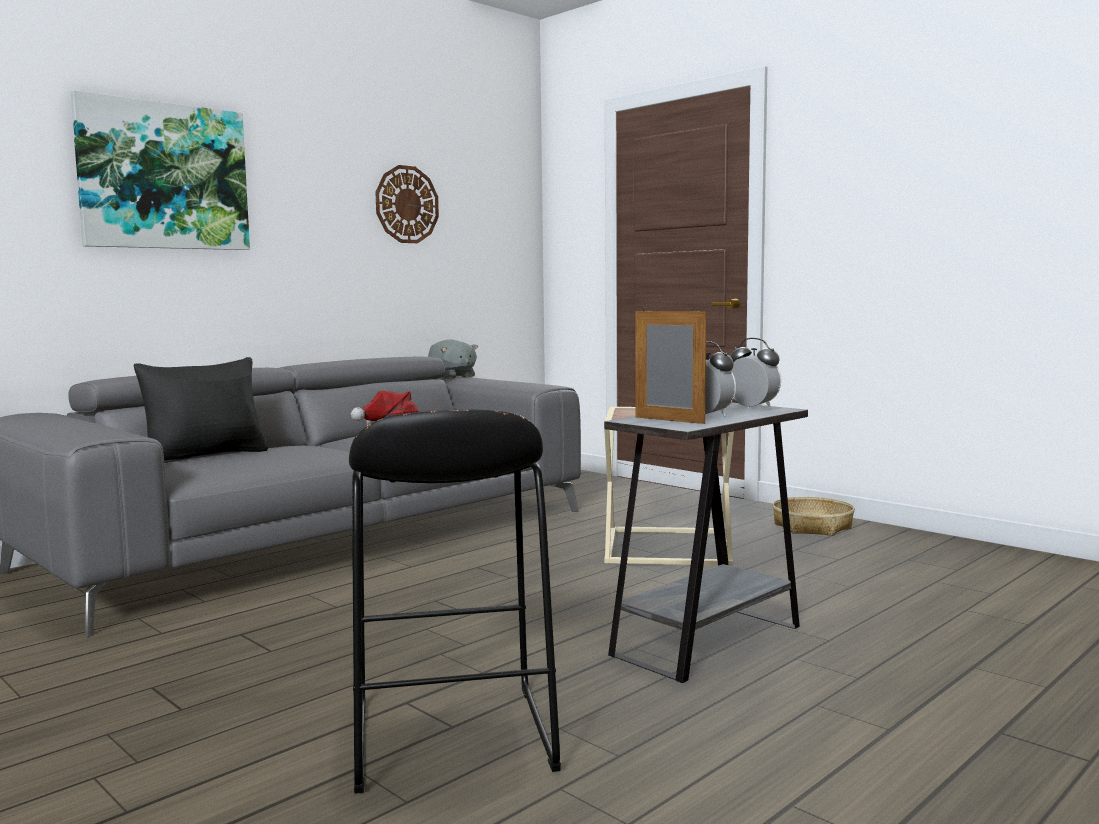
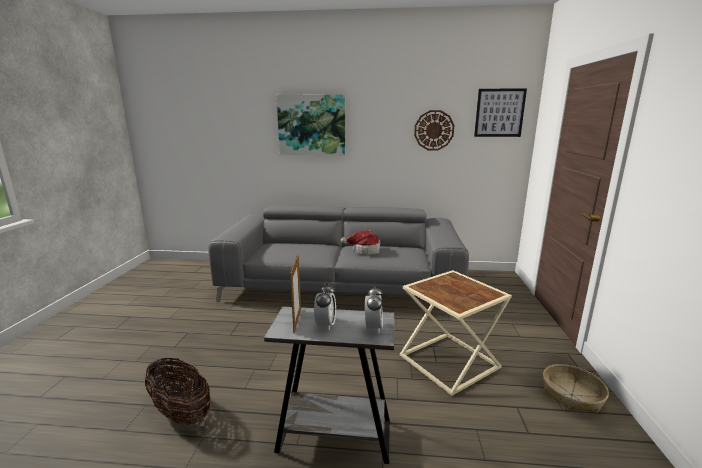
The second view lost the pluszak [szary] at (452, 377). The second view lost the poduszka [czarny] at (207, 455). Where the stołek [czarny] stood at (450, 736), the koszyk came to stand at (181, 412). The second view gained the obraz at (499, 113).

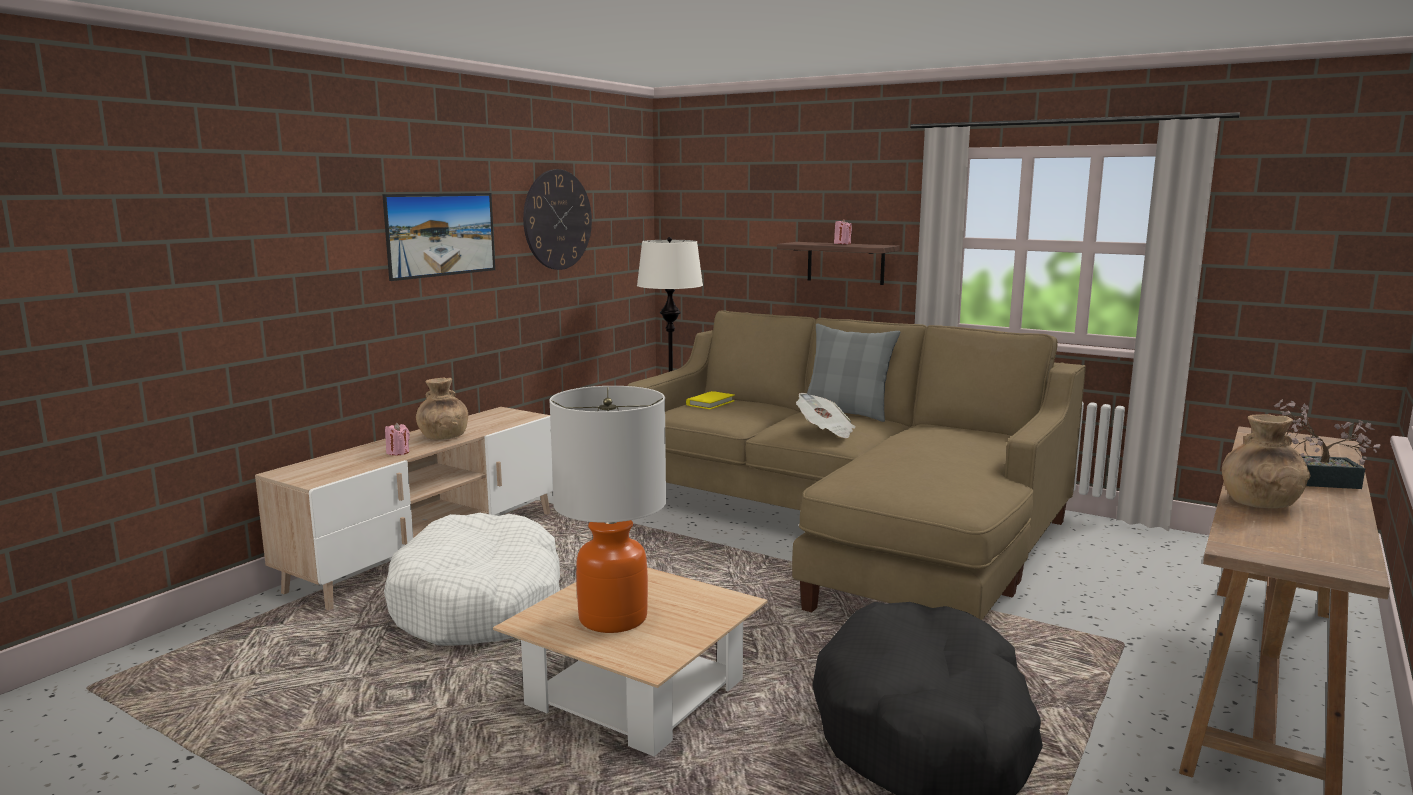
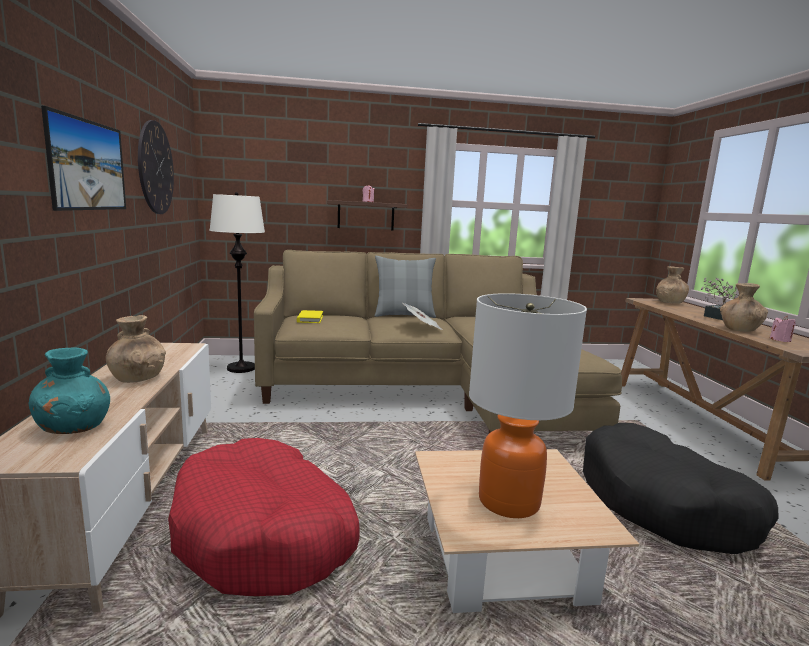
The świeca [różowy] ended up elsewhere, having gone from (398, 452) to (780, 340). What was the legowisko [biały] at (479, 604) turned into the legowisko [czerwony] at (265, 534). The second view gained the wazon [brązowy] at (669, 302). The second view gained the wazon [turkusowy] at (74, 427).

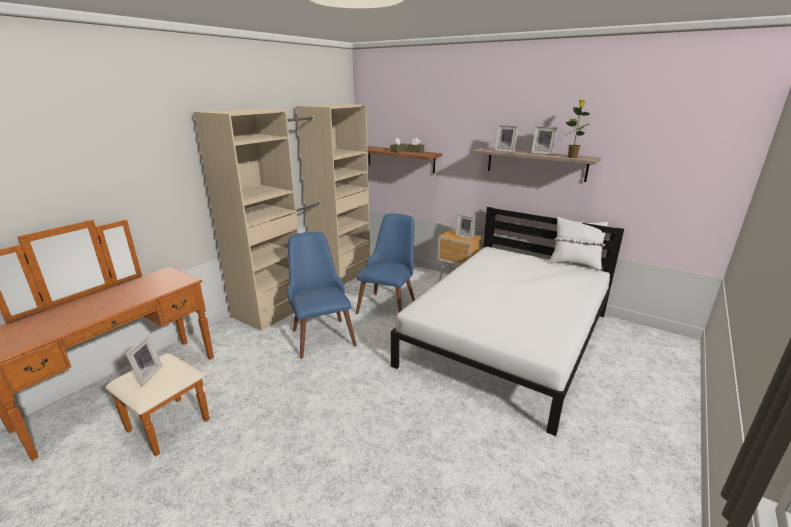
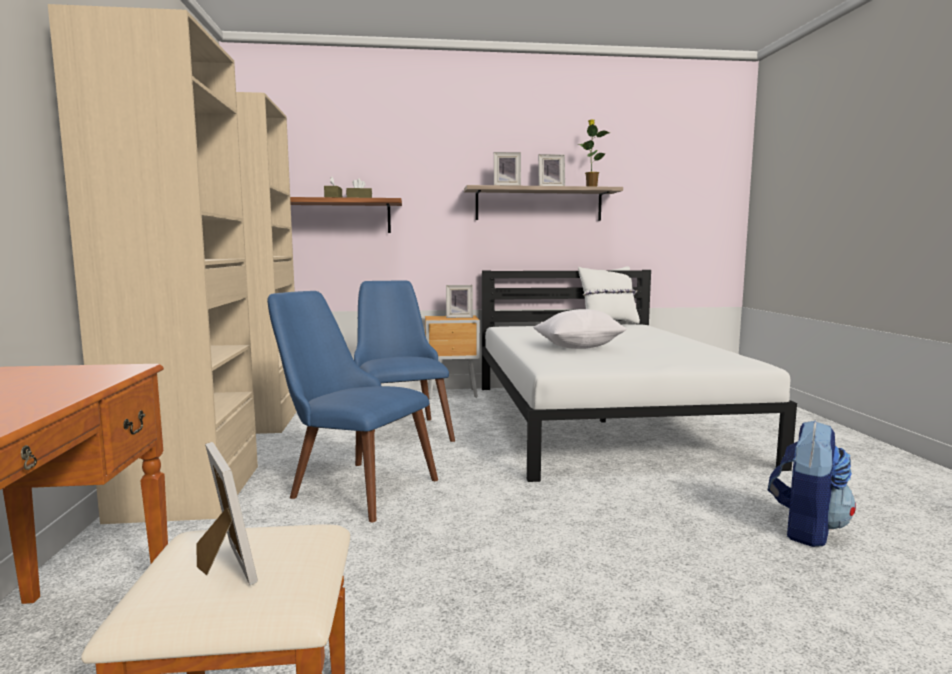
The second view gained the poduszka [biały] at (578, 347). The second view gained the plecak at (806, 529).

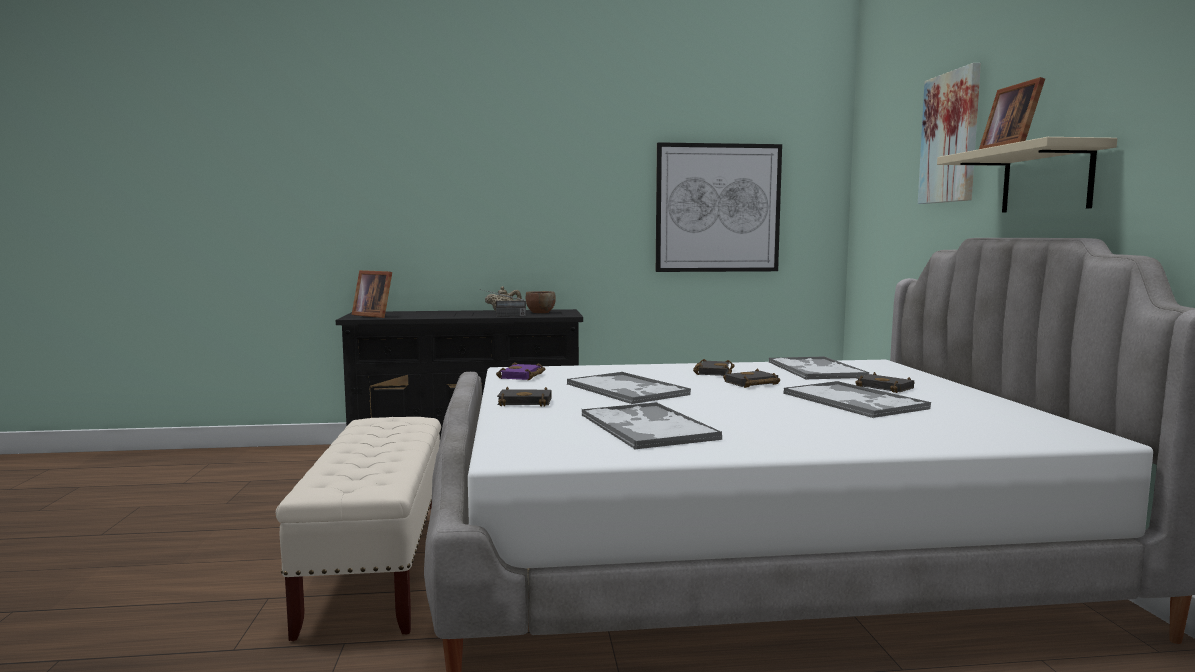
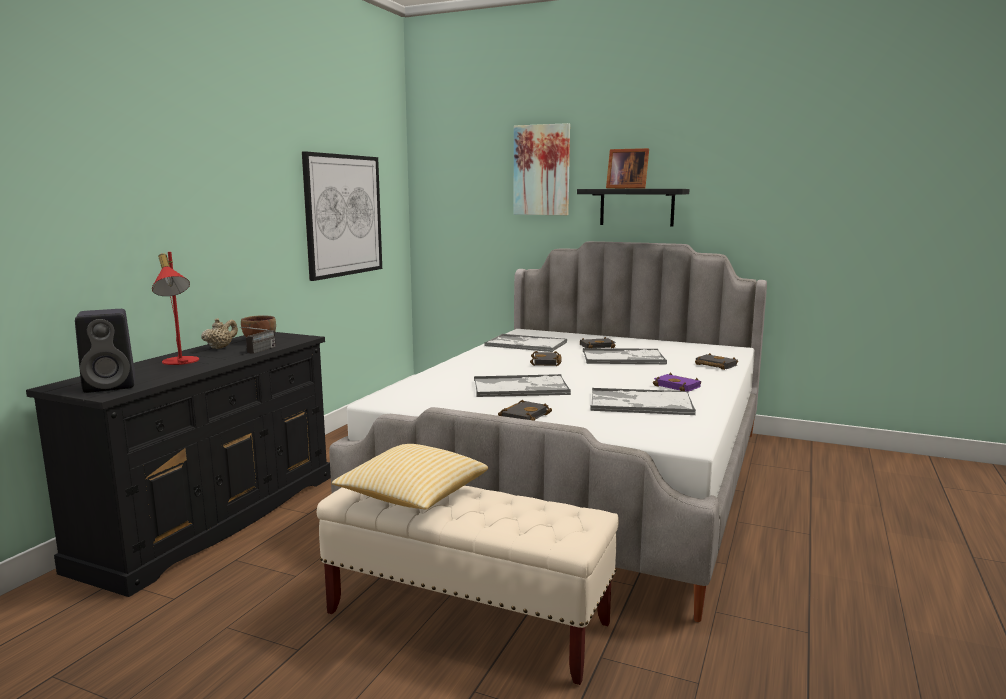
What was the półka [beżowy] at (1046, 179) turned into the półka [czarny] at (636, 207). Where the ramka na zdjęcie stood at (374, 315), the głośnik [czarny] came to stand at (112, 385). The książka [czarny] ended up elsewhere, having gone from (712, 372) to (714, 365). The książka [fioletowy] ended up elsewhere, having gone from (522, 376) to (678, 386). The second view gained the lampa stołowa [czerwony] at (179, 362). The second view gained the poduszka at (412, 497).

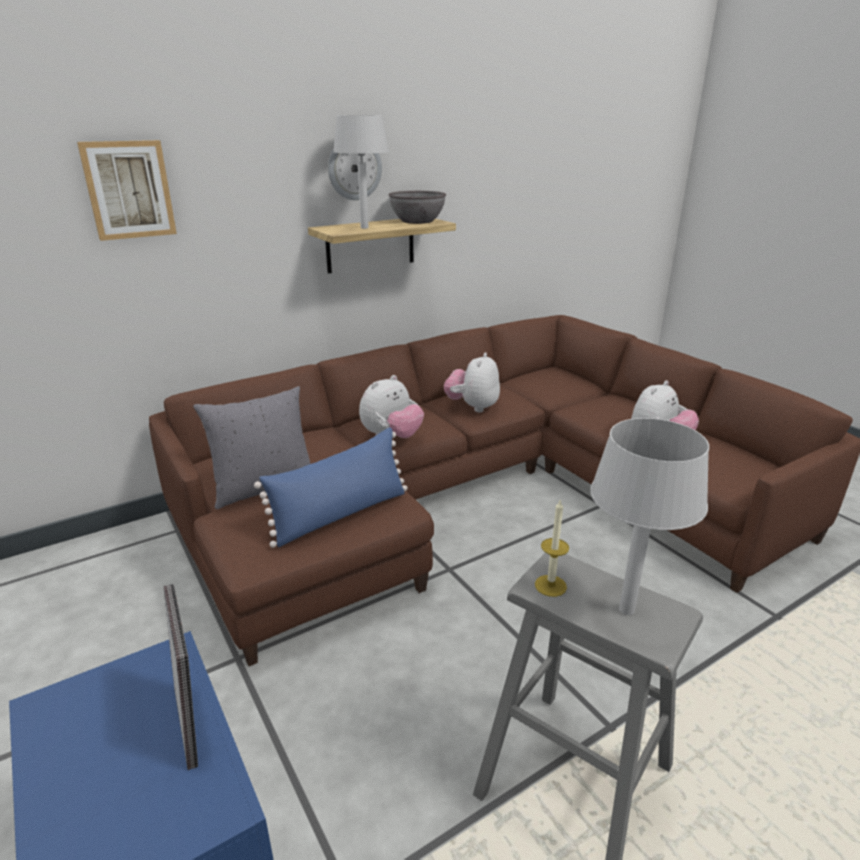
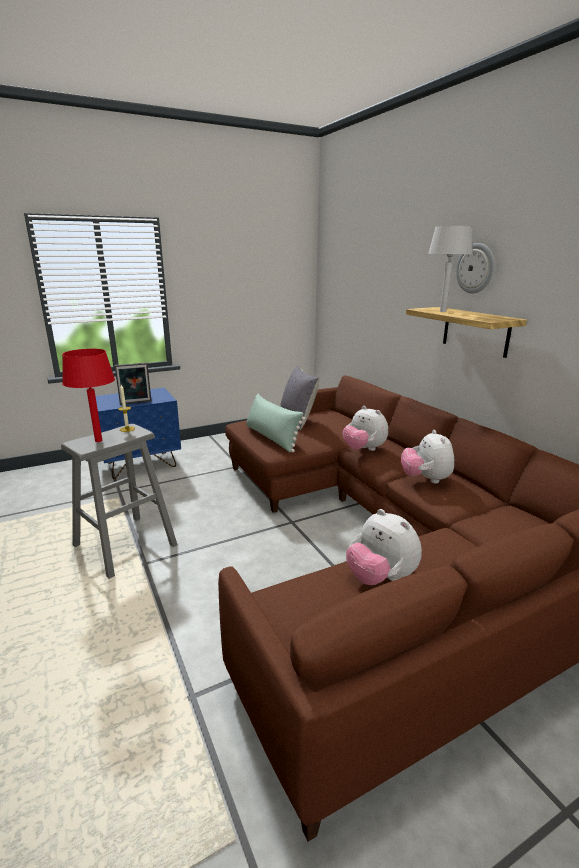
The second view lost the obraz at (129, 190). The second view lost the miska [szary] at (417, 221). The pluszak at (472, 407) ended up facing another way, 120 degrees counterclockwise from before. What was the lampa stołowa [szary] at (626, 609) turned into the lampa stołowa [czerwony] at (99, 440). What was the poduszka [niebieski] at (341, 514) turned into the poduszka [zielony] at (272, 438).

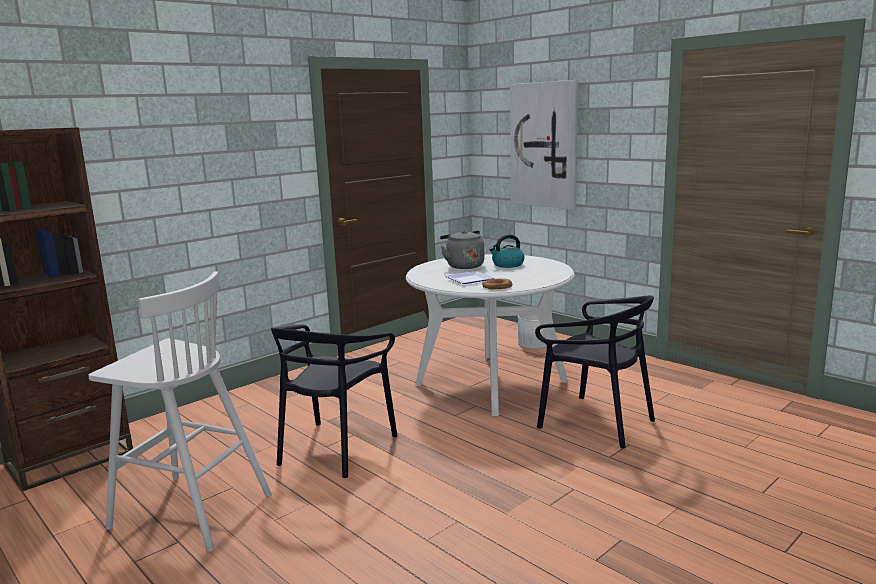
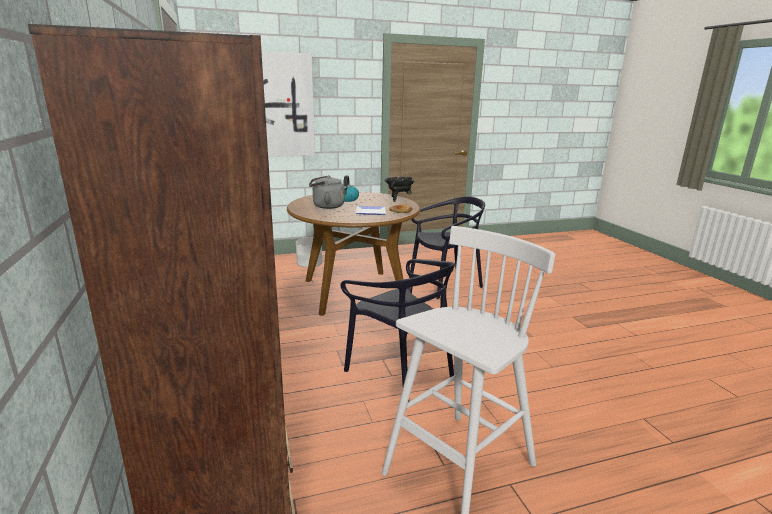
What was the stół jadalny [biały] at (491, 382) turned into the stół jadalny [brązowy] at (354, 292). The second view gained the garnek [czarny] at (398, 199).

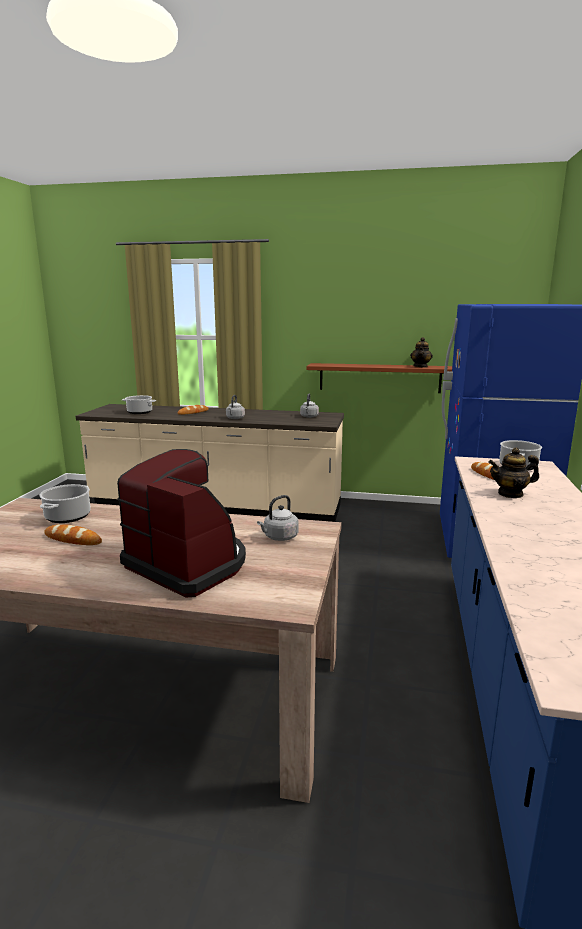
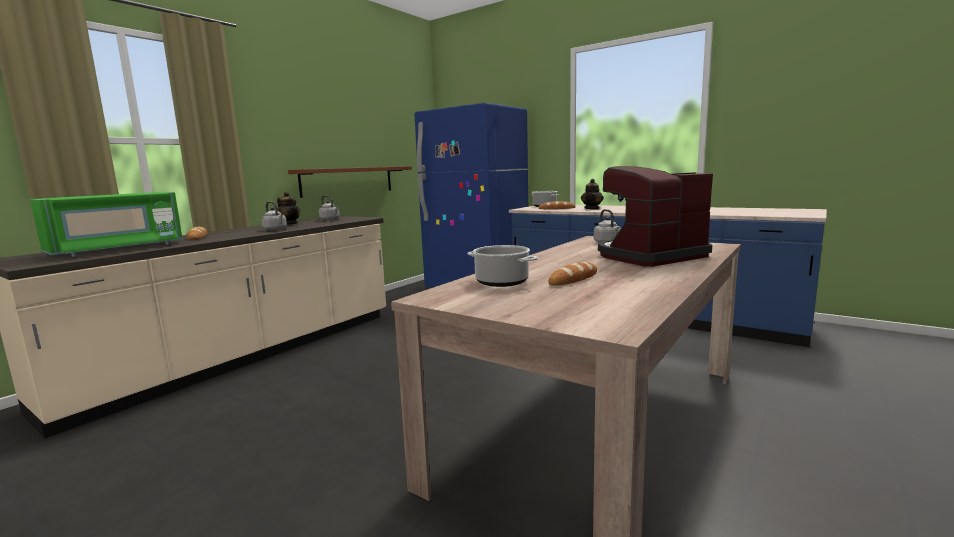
The imbryk ended up elsewhere, having gone from (420, 366) to (289, 224). Where the garnek stood at (140, 412), the mikrofalówka [zielony] came to stand at (117, 249).

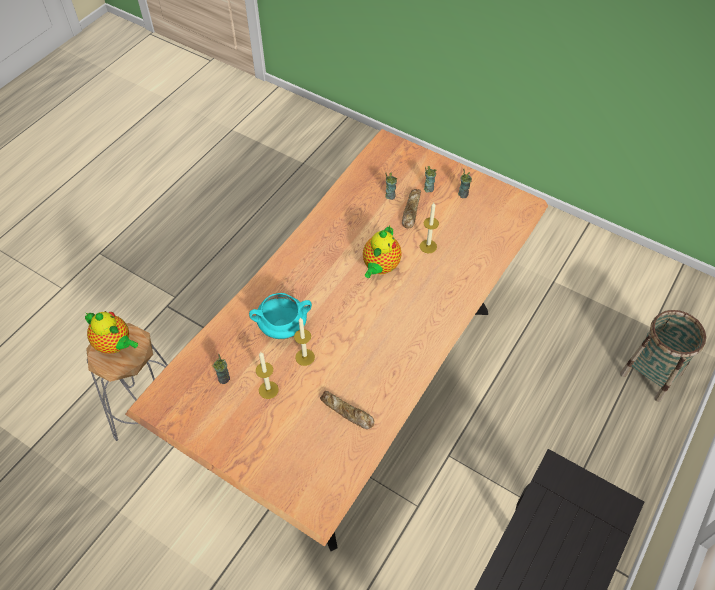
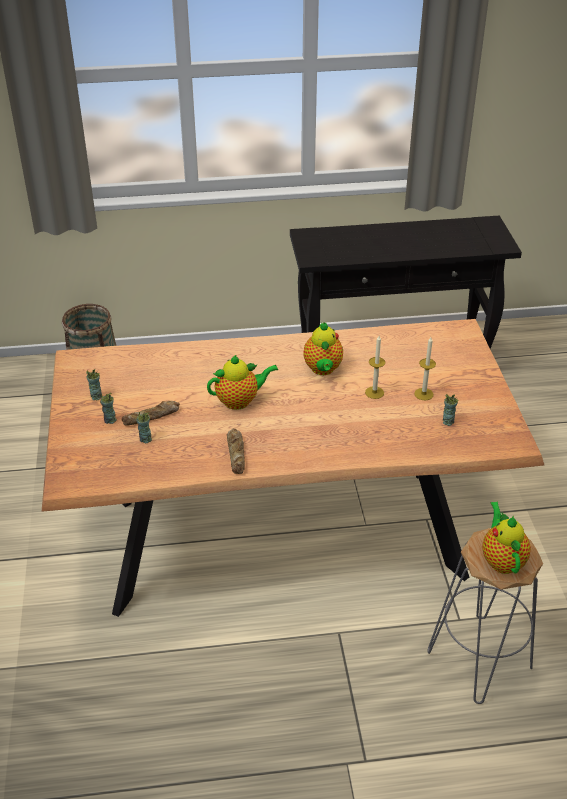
The second view lost the świeca at (428, 246). The second view lost the garnek [turkusowy] at (283, 326). The chleb ended up elsewhere, having gone from (347, 412) to (236, 454). The second view gained the imbryk at (323, 369).

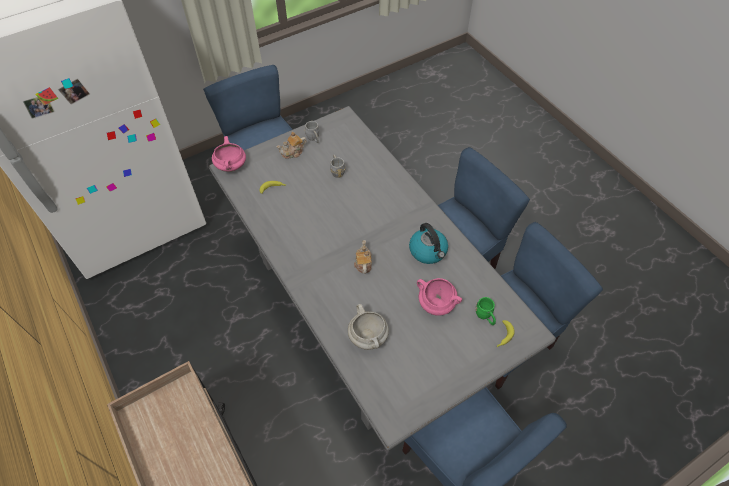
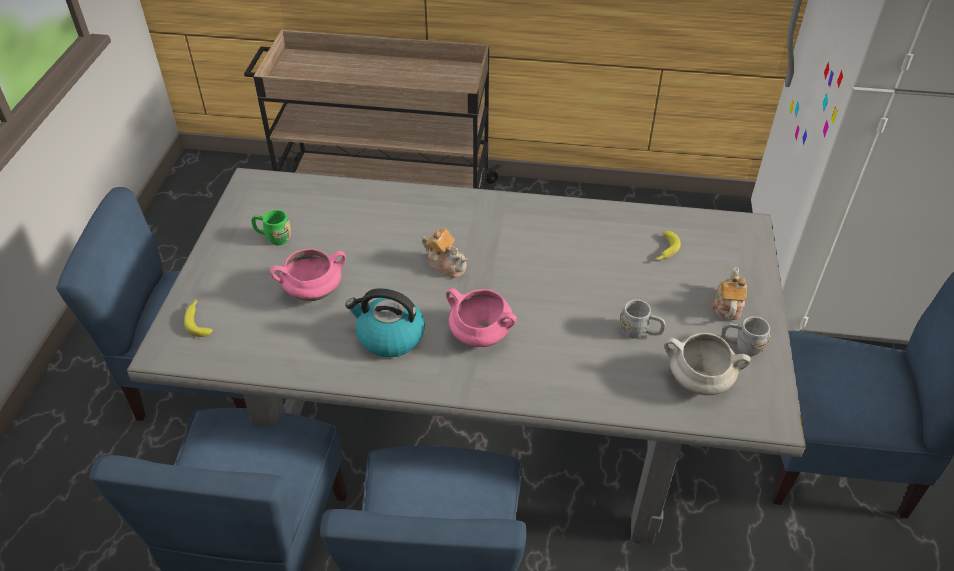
The garnek [różowy] ended up elsewhere, having gone from (231, 166) to (479, 335). The kubek [zielony] ended up elsewhere, having gone from (485, 316) to (273, 237). The garnek [biały] ended up elsewhere, having gone from (368, 337) to (698, 381).

